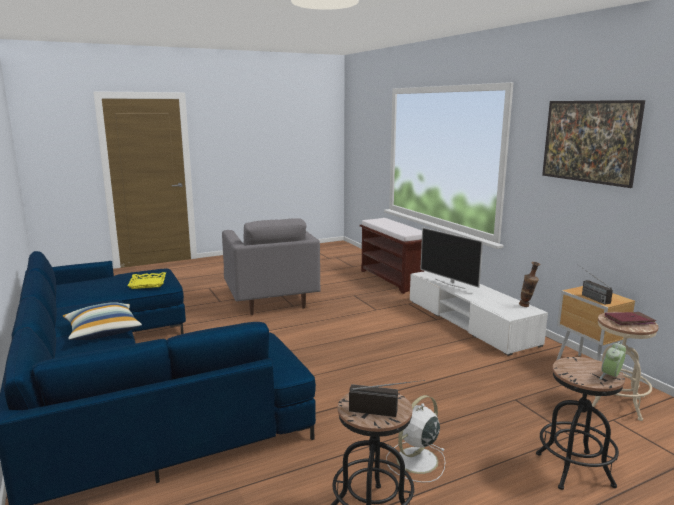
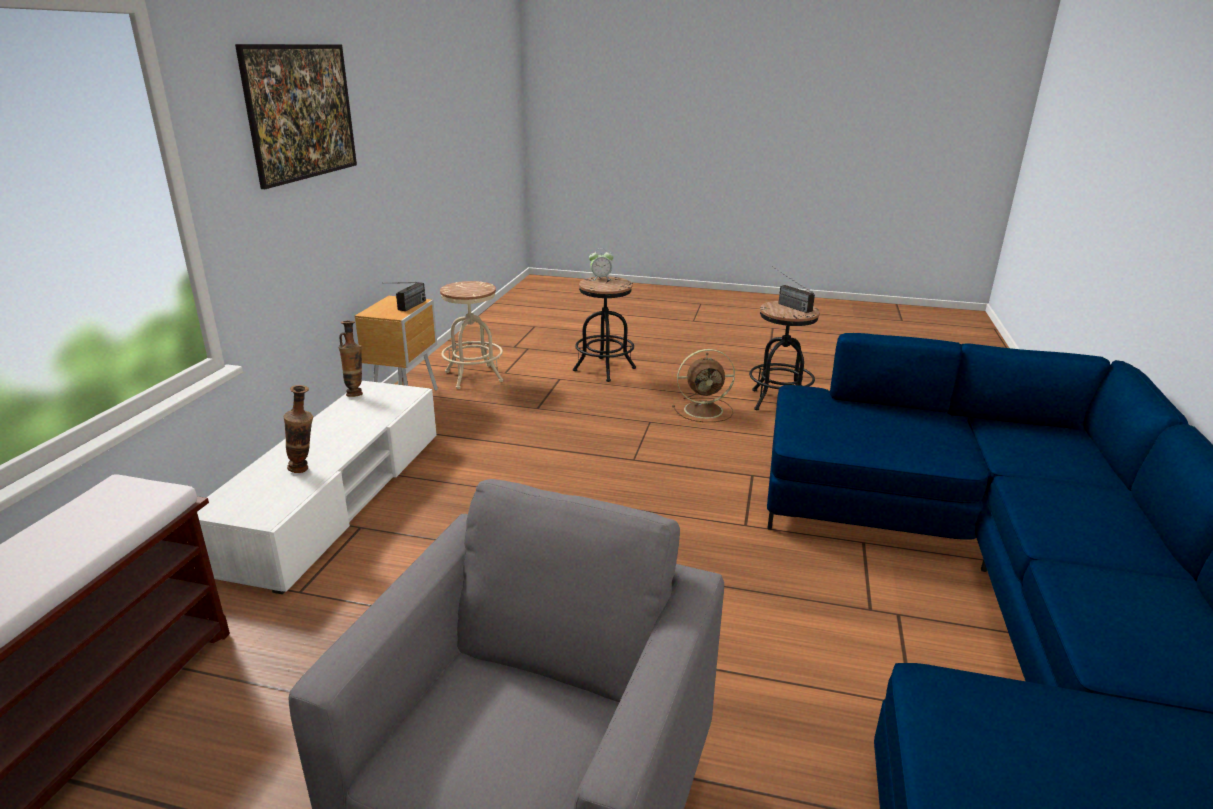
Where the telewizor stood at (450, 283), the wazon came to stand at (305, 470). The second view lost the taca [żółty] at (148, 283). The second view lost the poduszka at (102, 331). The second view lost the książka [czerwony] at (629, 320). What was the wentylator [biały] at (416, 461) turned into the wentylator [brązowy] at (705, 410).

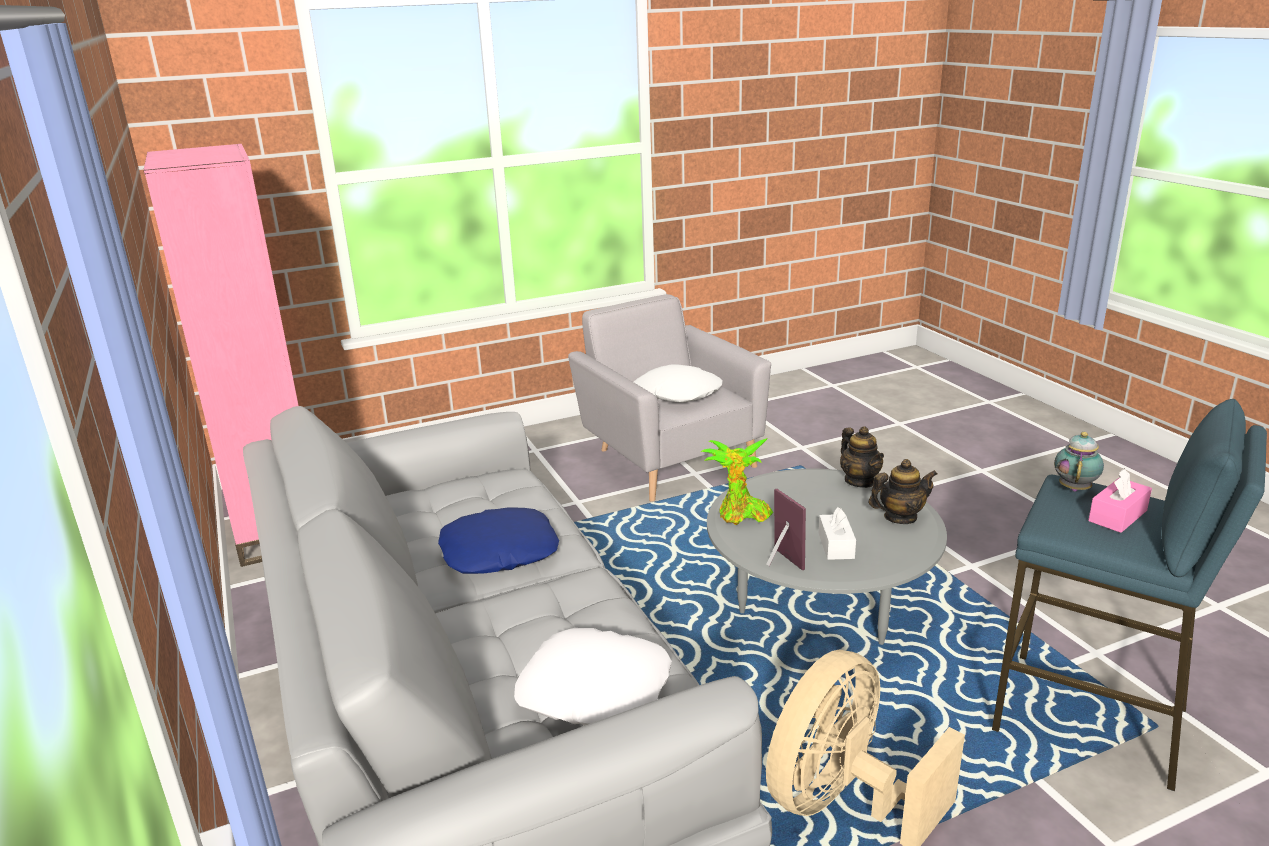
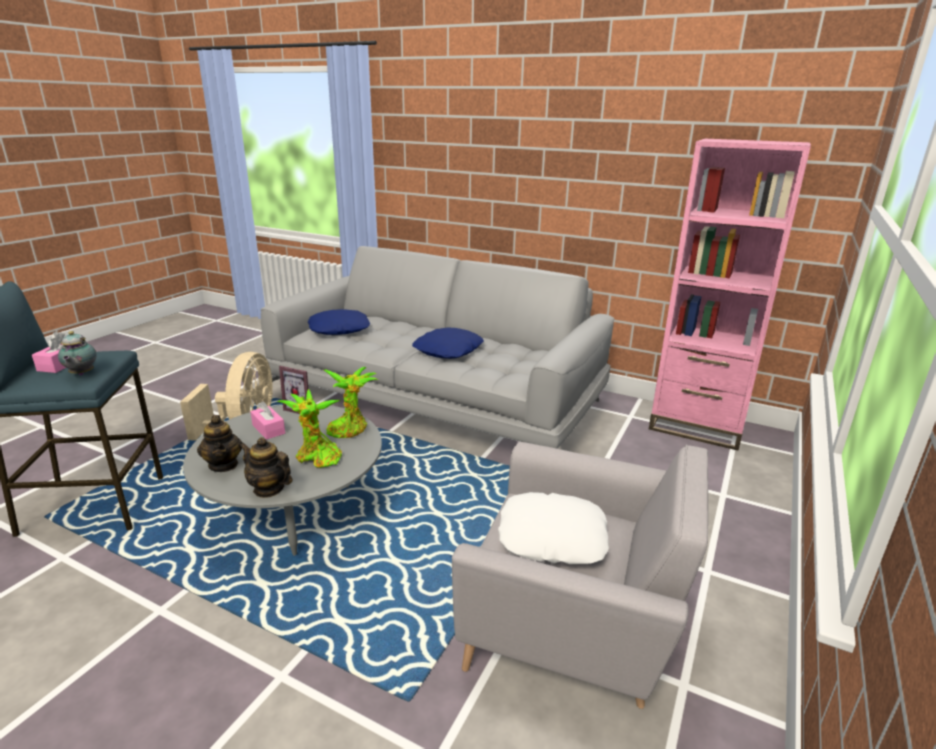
The imbryk at (900, 517) ended up facing another way, 60 degrees counterclockwise from before. What was the pudełko chusteczek [biały] at (836, 546) turned into the pudełko chusteczek [różowy] at (268, 429). What was the poduszka [biały] at (594, 691) turned into the poduszka [niebieski] at (339, 329). The second view gained the roślina doniczkowa at (316, 457).

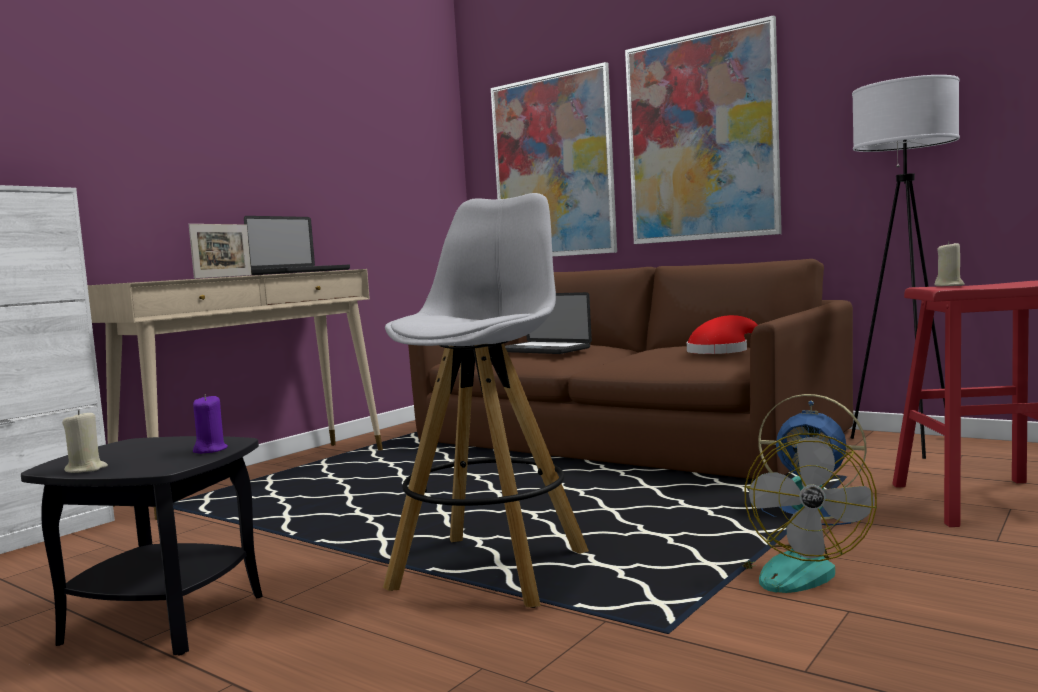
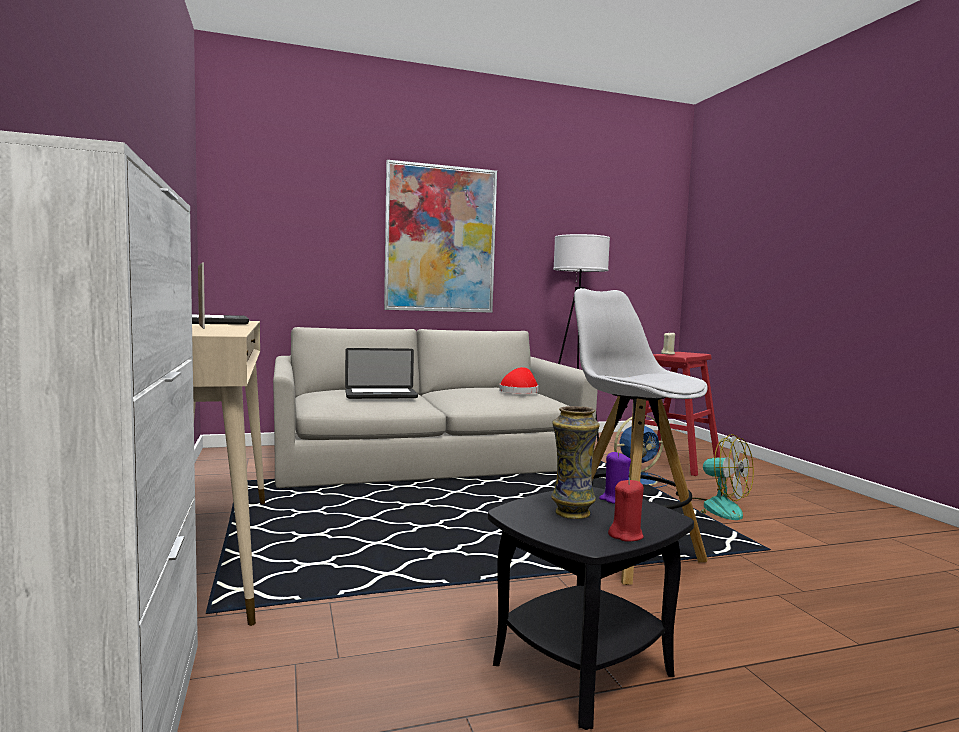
The second view lost the obraz at (553, 167). What was the kanapa [brązowy] at (628, 437) turned into the kanapa [szary] at (427, 458). What was the świeca [beżowy] at (86, 469) turned into the świeca [czerwony] at (626, 535). The second view gained the wazon at (571, 513).

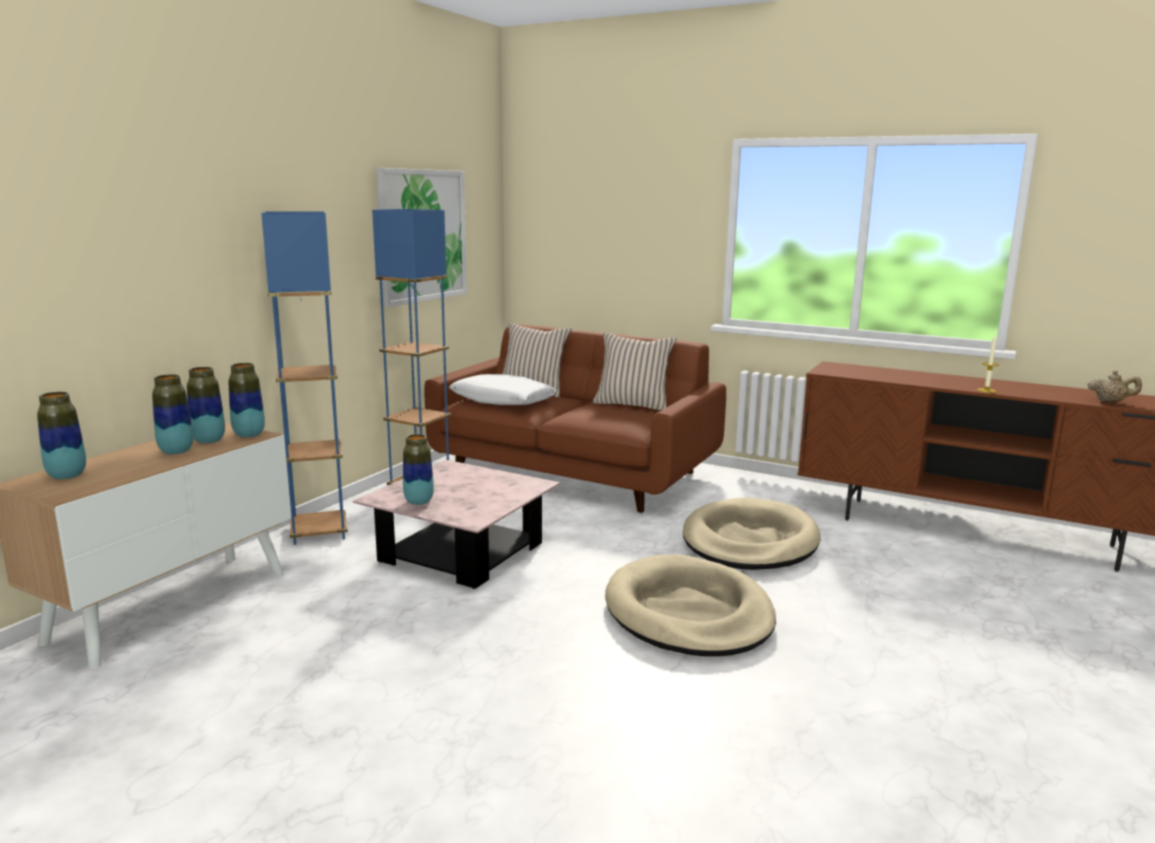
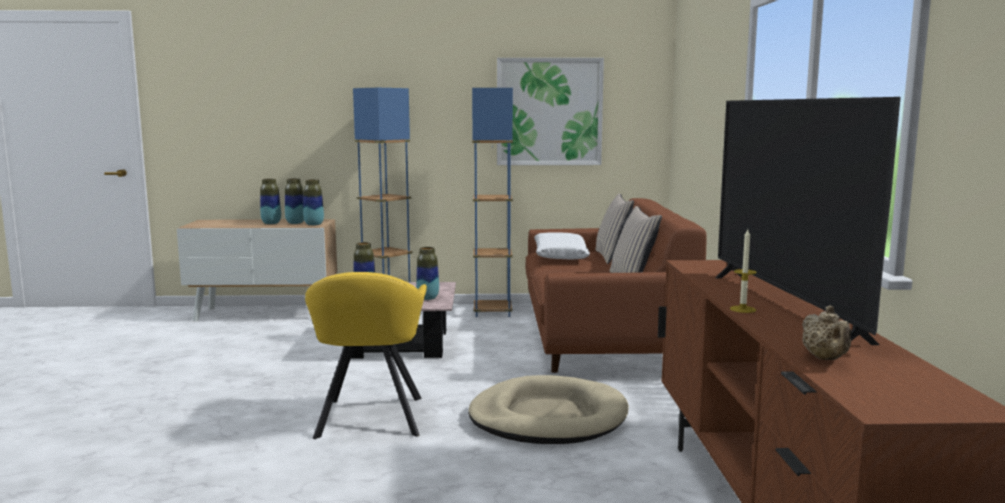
The wazon ended up elsewhere, having gone from (67, 476) to (428, 298). Where the legowisko [beżowy] stood at (688, 613), the fotel [żółty] came to stand at (369, 420). The second view gained the telewizor at (783, 305).

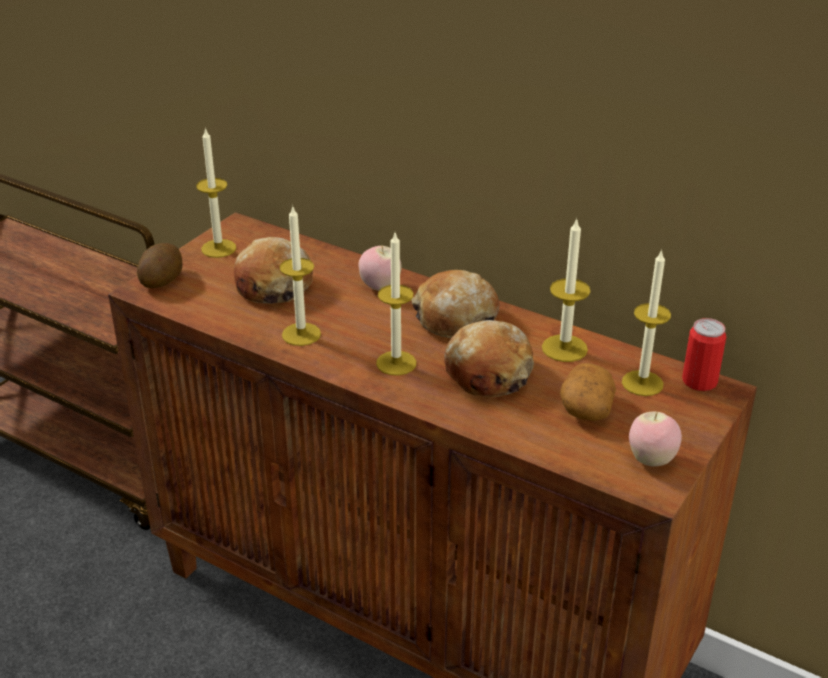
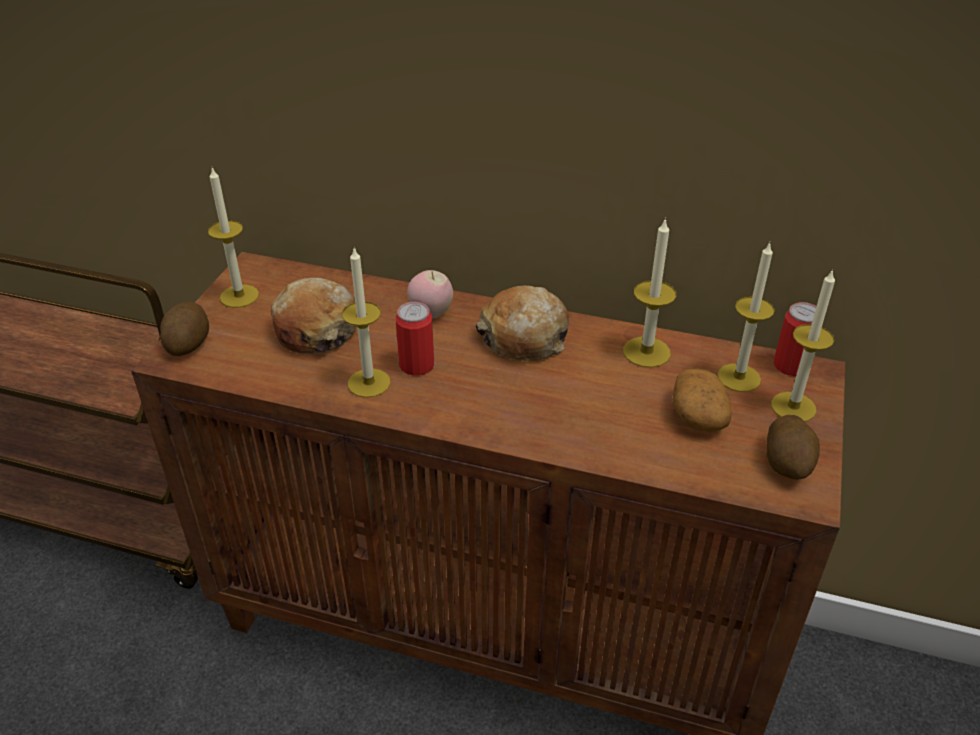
The świeca ended up elsewhere, having gone from (396, 363) to (793, 407). The second view lost the chleb at (488, 373). Where the jabłko stood at (651, 460), the ziemniak came to stand at (788, 463). The second view gained the puszka at (416, 365).

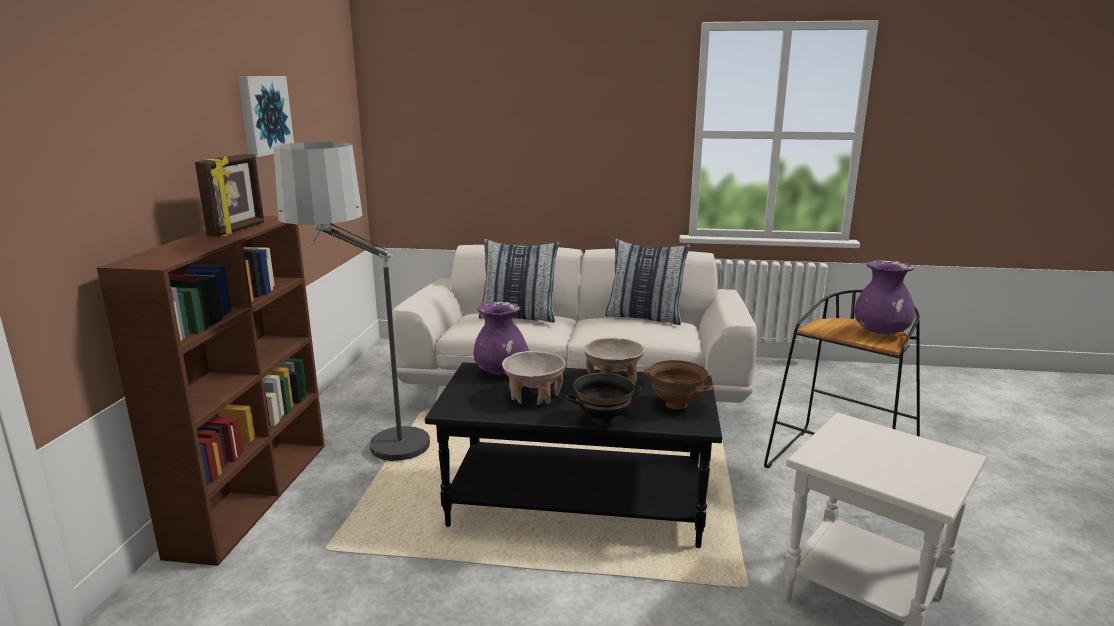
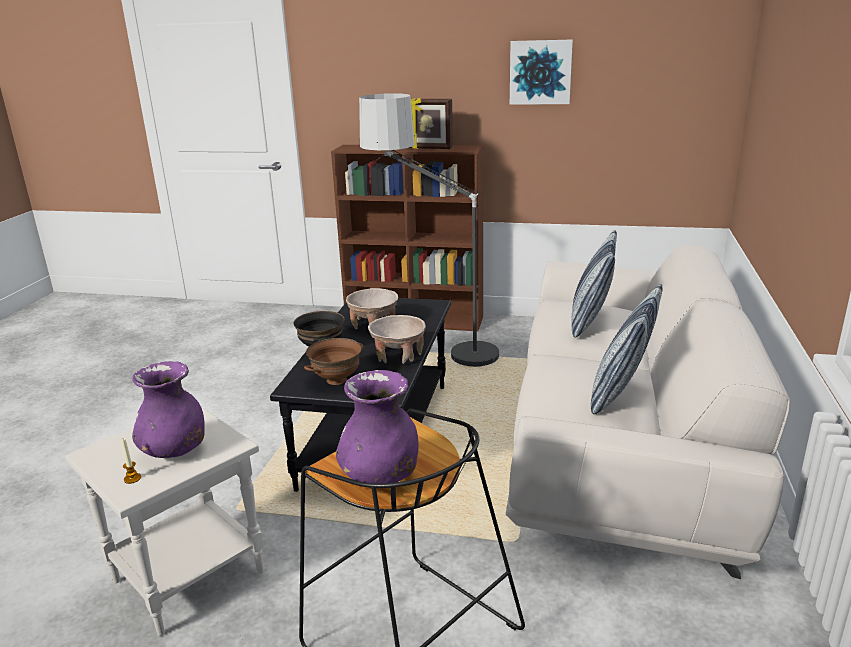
The wazon [fioletowy] ended up elsewhere, having gone from (501, 371) to (175, 451). The second view gained the świeca at (132, 478).

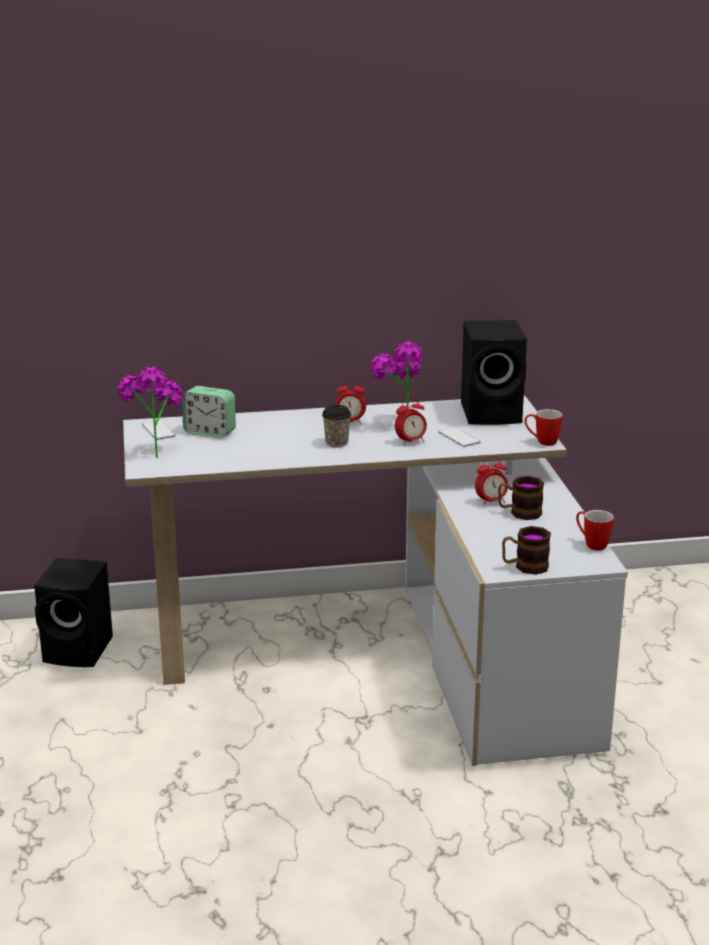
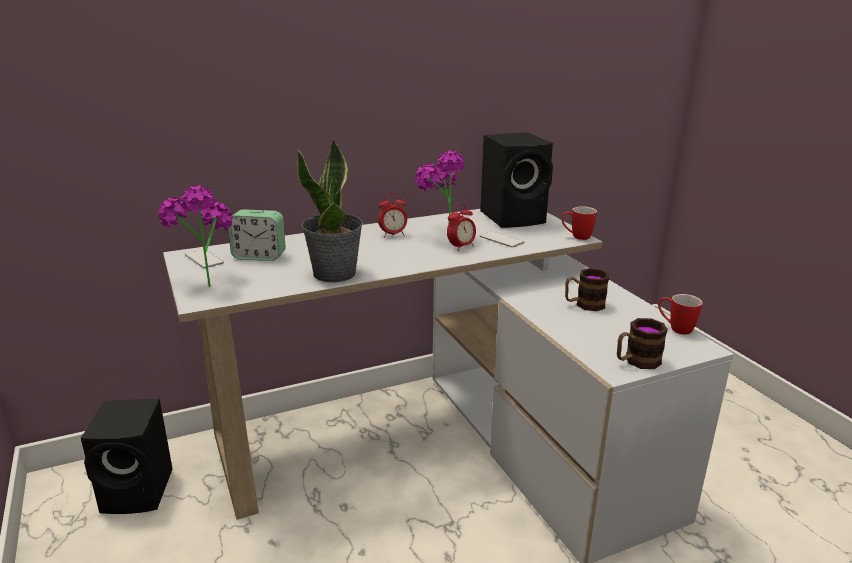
The second view lost the filiżanka at (336, 443). The second view lost the budzik at (491, 502). The second view gained the roślina doniczkowa at (335, 273).

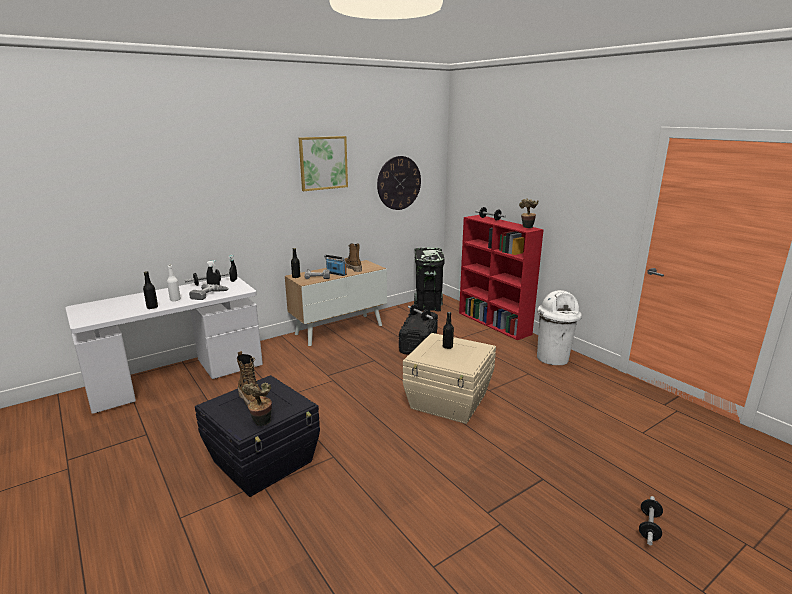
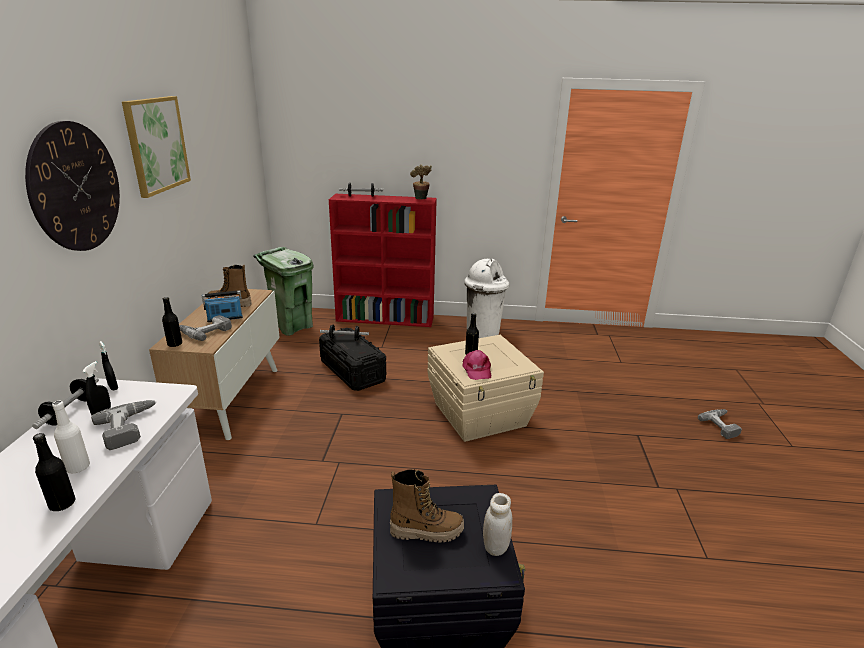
The zegar ścienny ended up elsewhere, having gone from (399, 183) to (75, 187). What was the kosz na śmieci [czarny] at (428, 307) turned into the kosz na śmieci [zielony] at (292, 326). Where the roślina doniczkowa stood at (261, 423), the słoik [biały] came to stand at (495, 547). Where the hantel stood at (649, 527), the wiertarka came to stand at (723, 426). The second view gained the czapka z daszkiem [różowy] at (476, 370).

